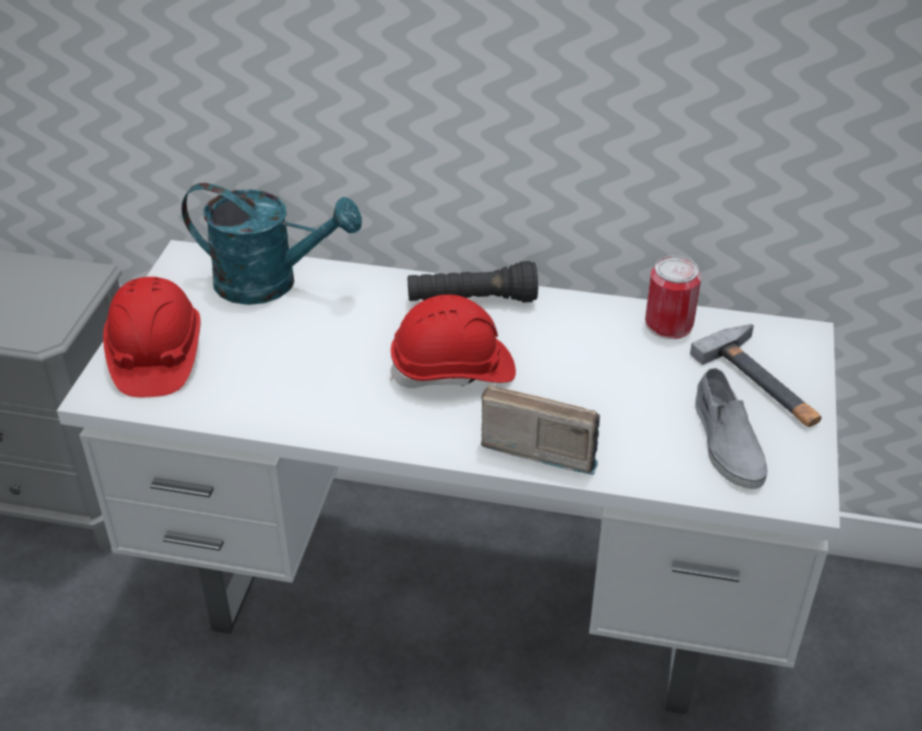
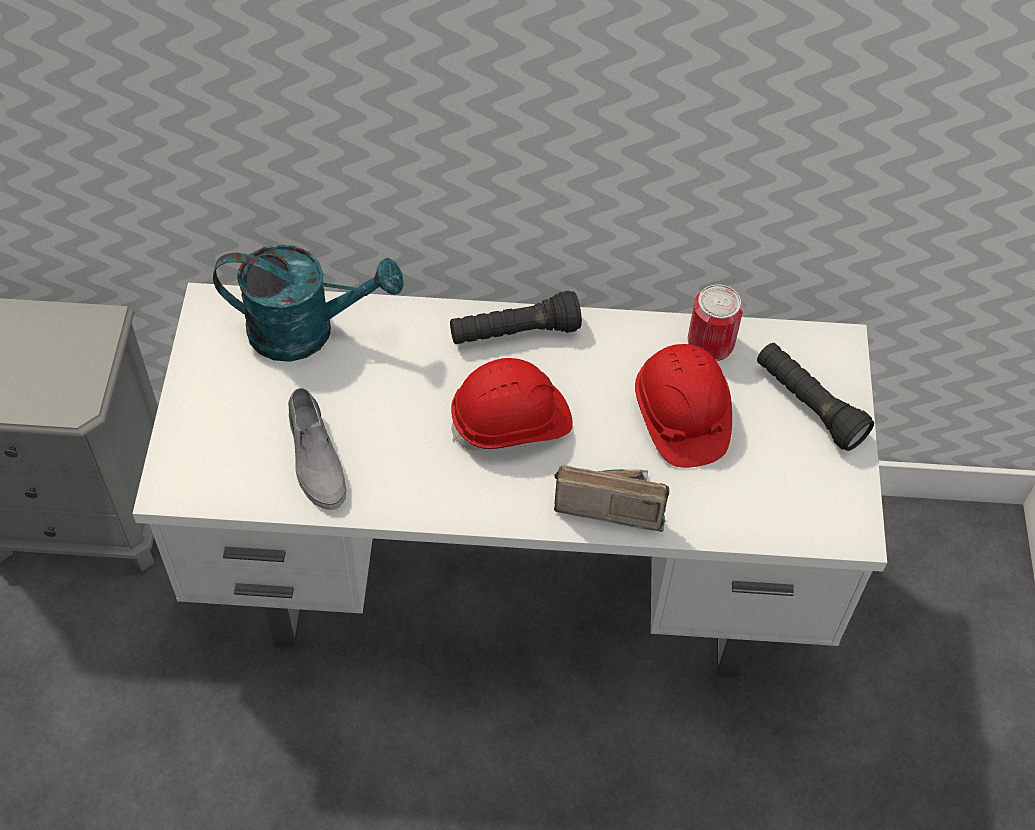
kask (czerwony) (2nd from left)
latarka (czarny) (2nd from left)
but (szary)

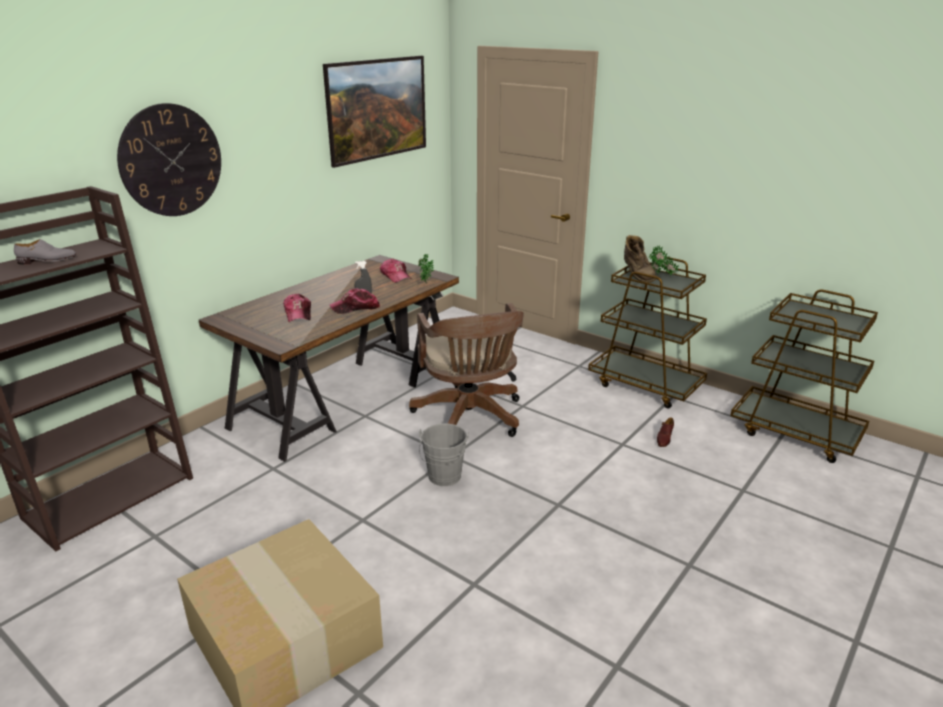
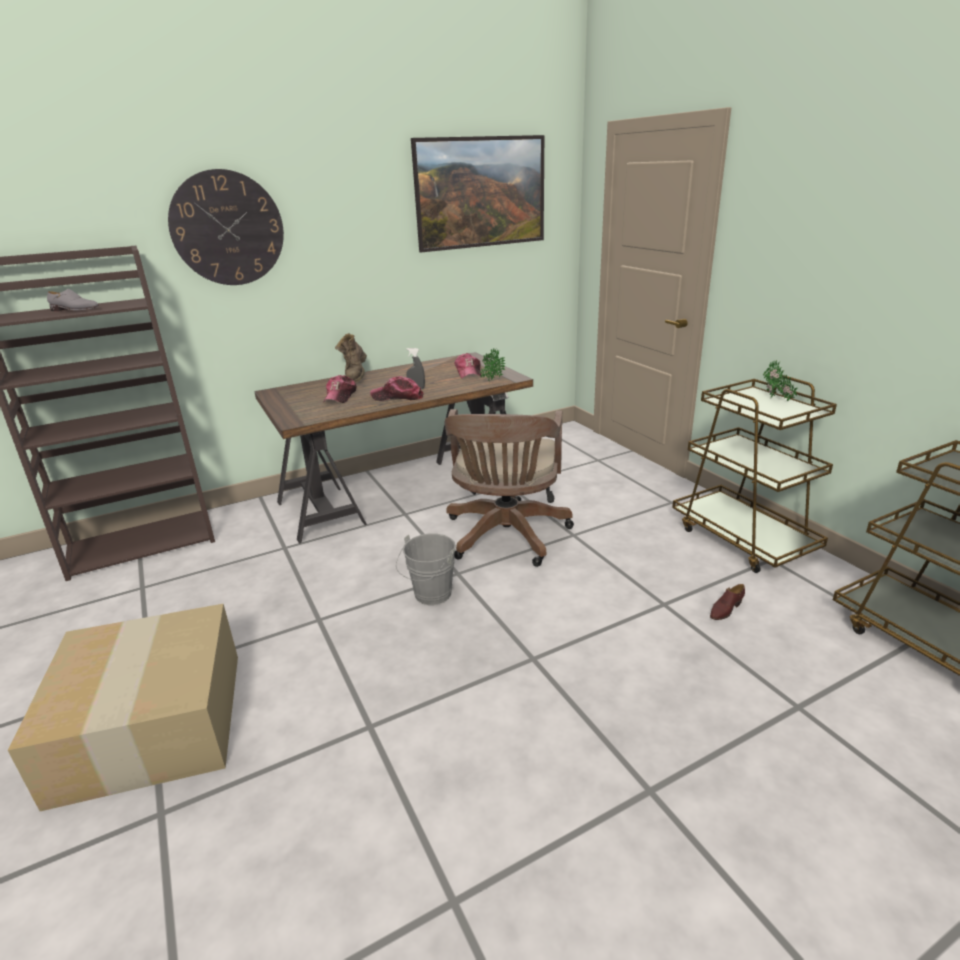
but z cholewką (brązowy)

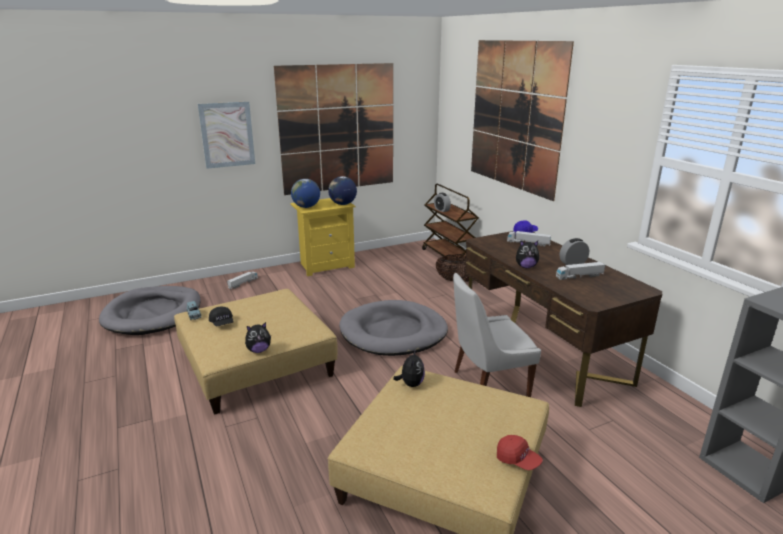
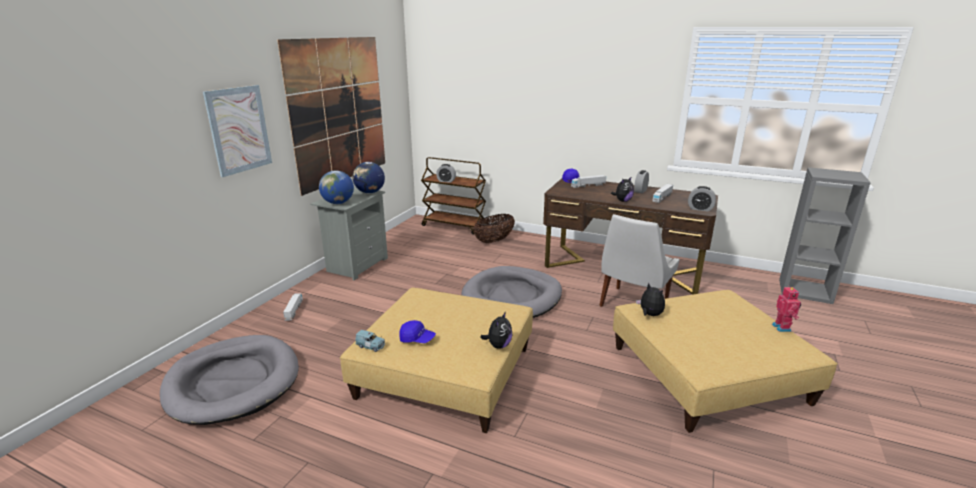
czapka z daszkiem (niebieski) (1st from left)
szafka nocna (szary)
obraz (3rd from left in the first image)
robot zabawkowy
budzik (3rd from left)

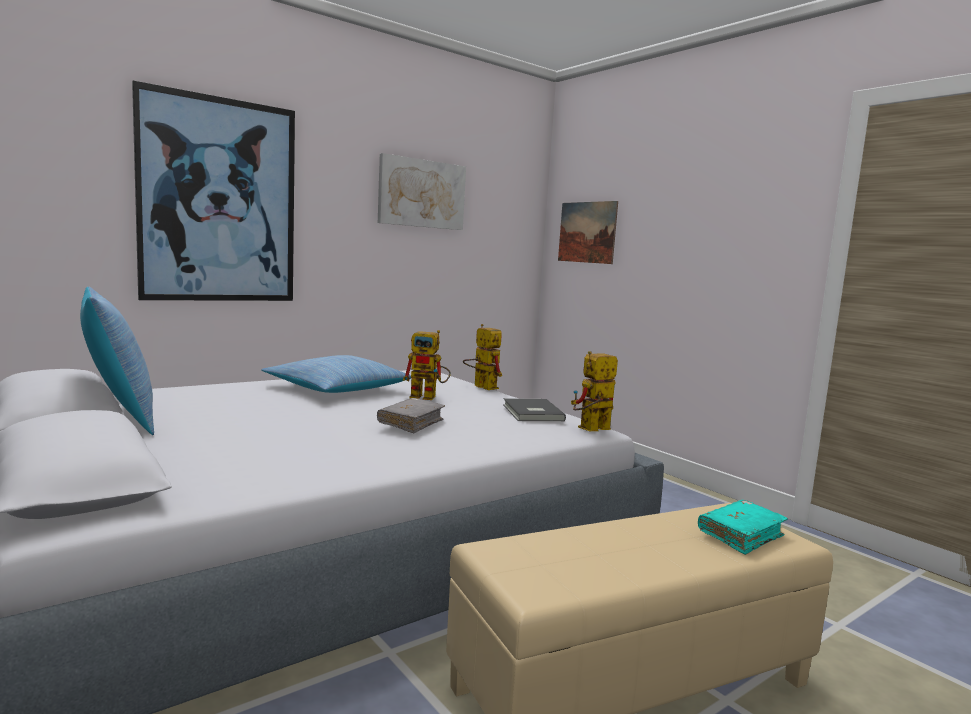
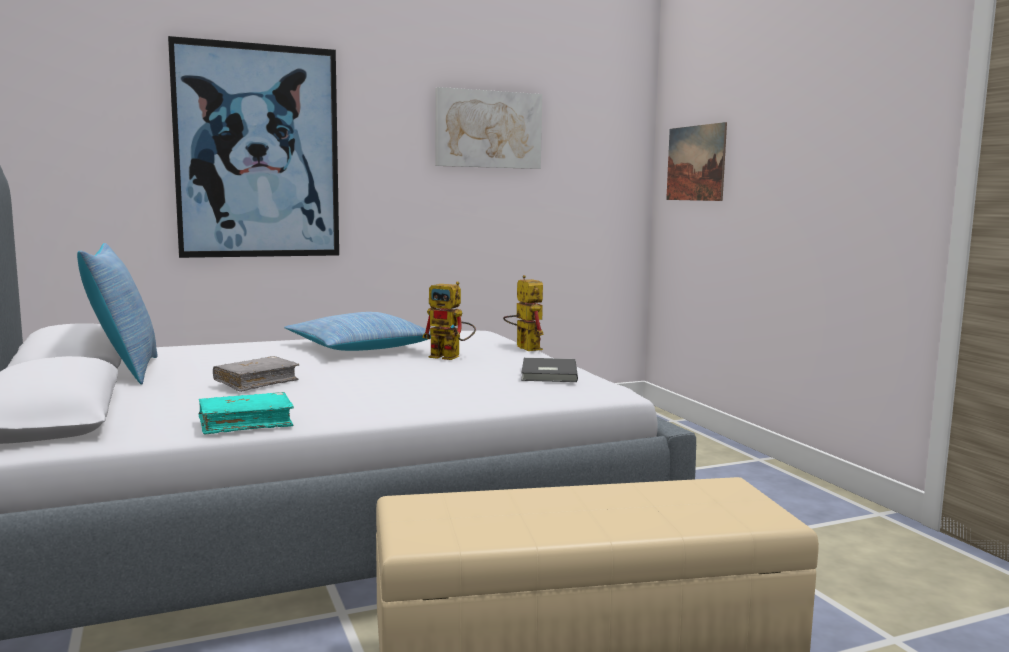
książka (szary) (1st from left)
robot zabawkowy (3rd from left in the first image)
książka (turkusowy)

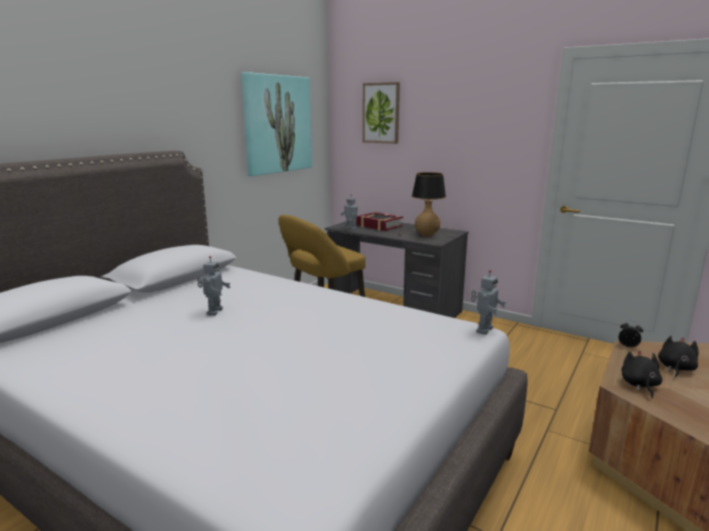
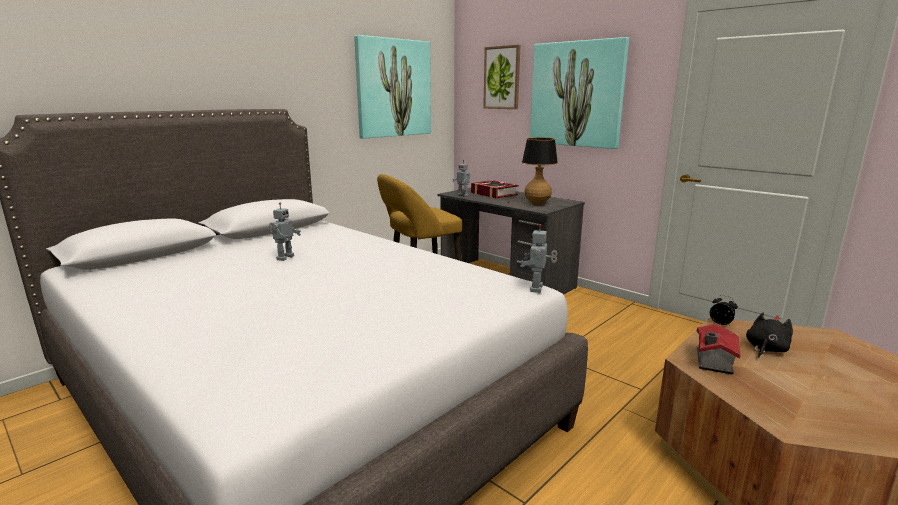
robot zabawkowy (3rd from left)
domek
obraz (3rd from left)

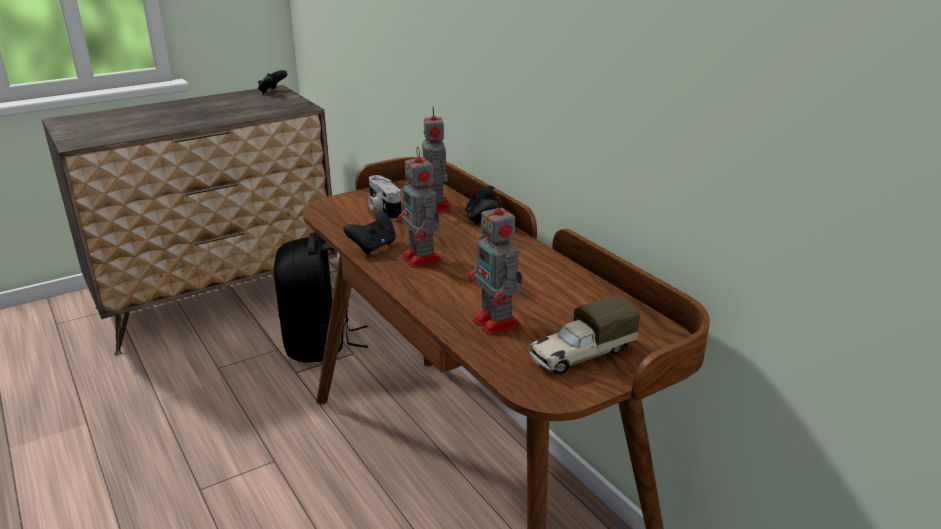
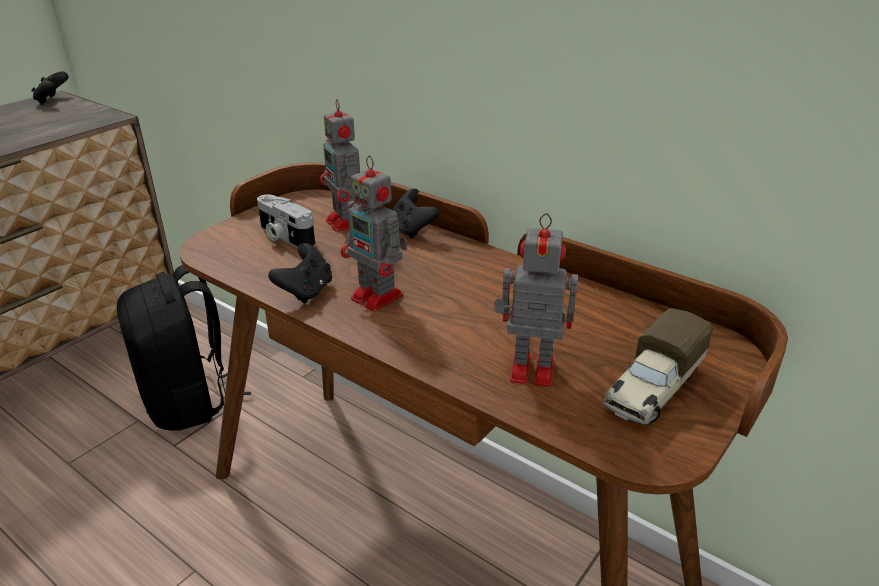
robot zabawkowy (3rd from left)

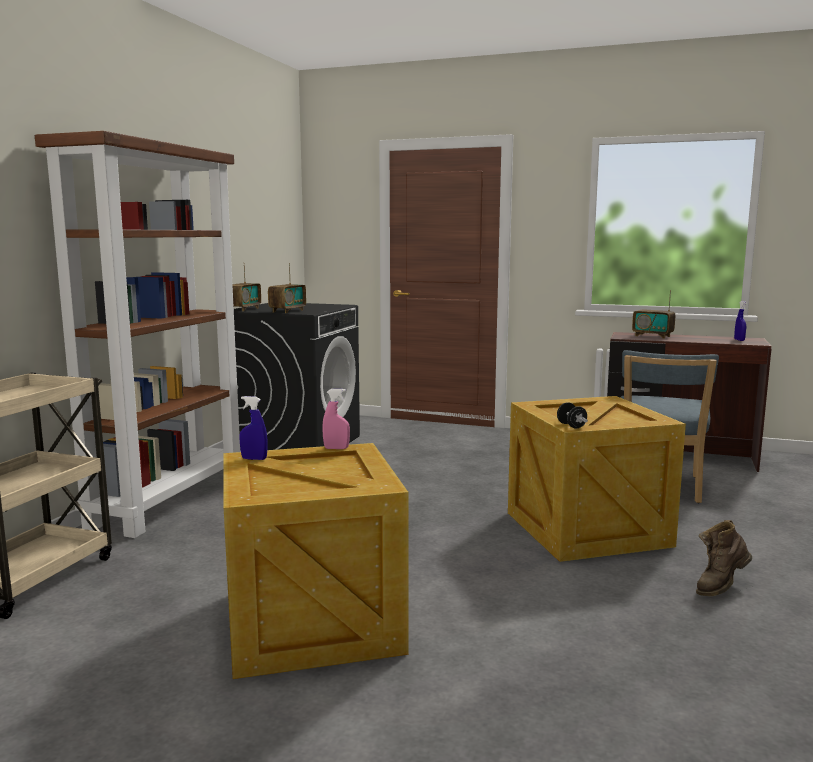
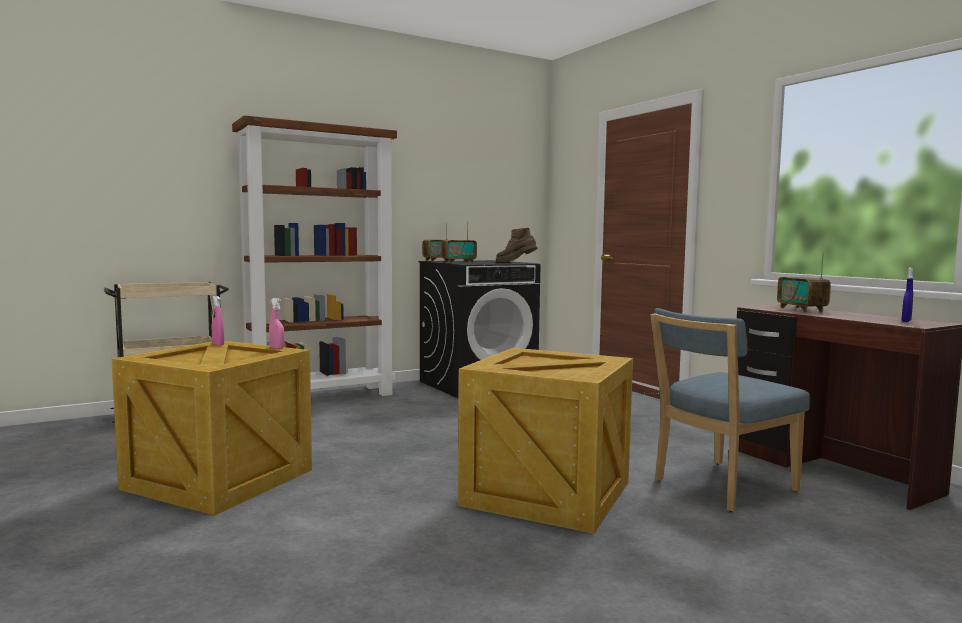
spryskiwacz (różowy) (1st from left)
hantel (czarny)
but z cholewką (brązowy)

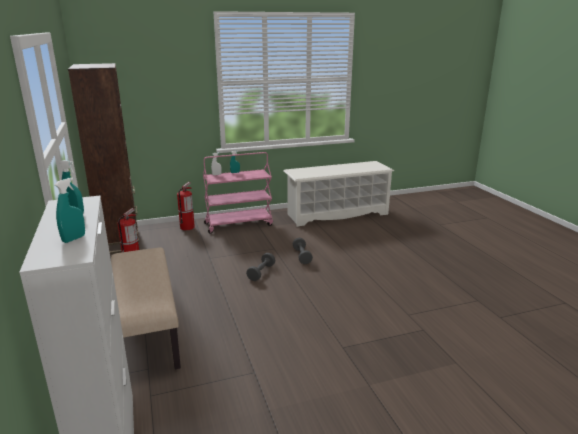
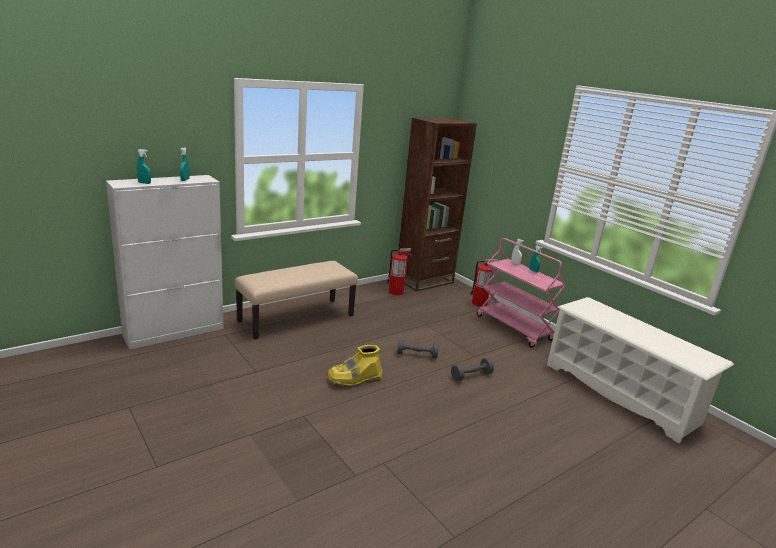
but z cholewką (żółty)

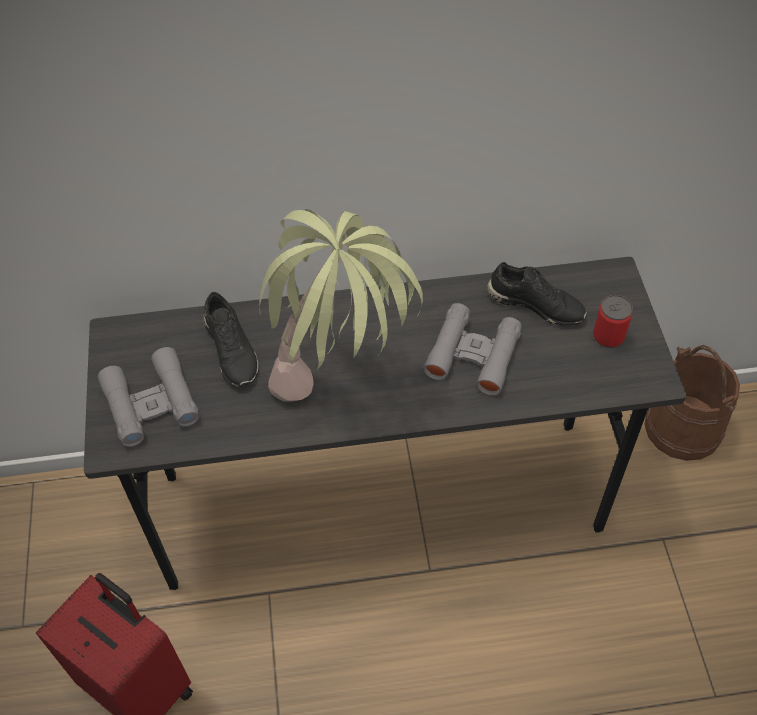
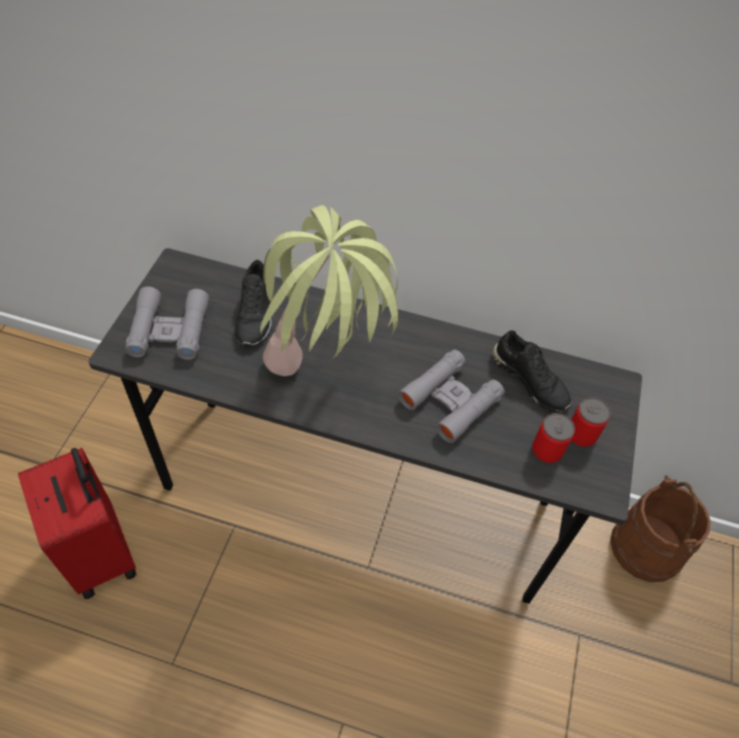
puszka (1st from left)

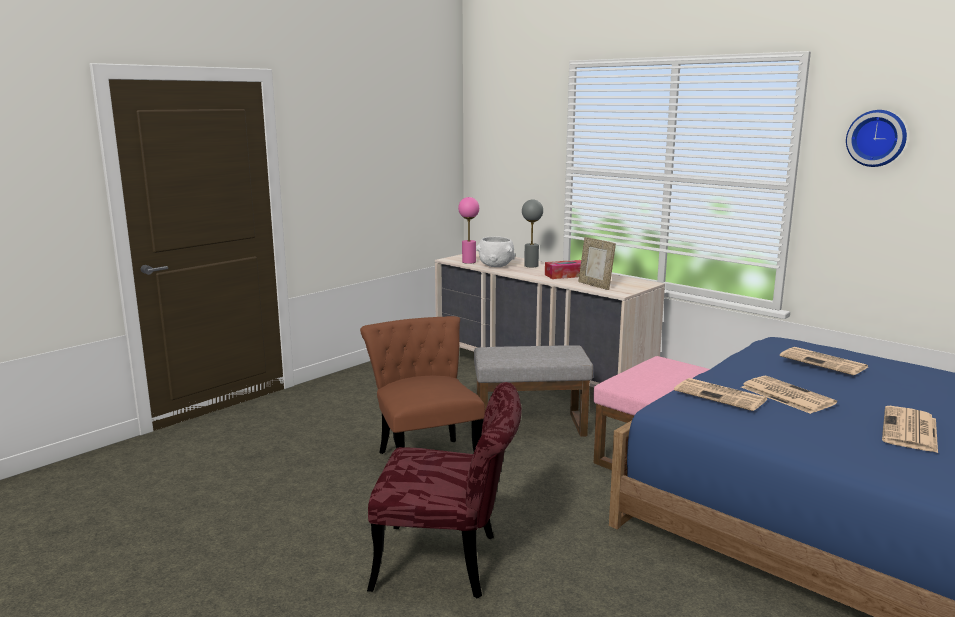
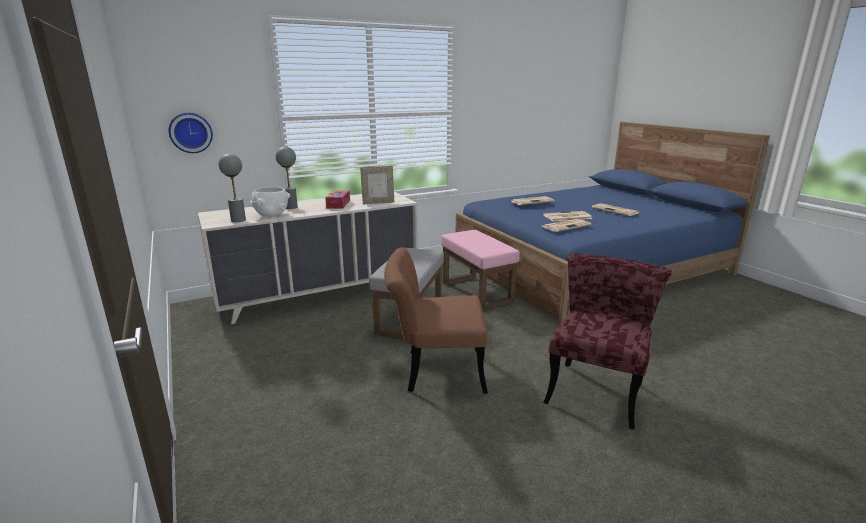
lampa stołowa (szary) (1st from left)
zegar ścienny

